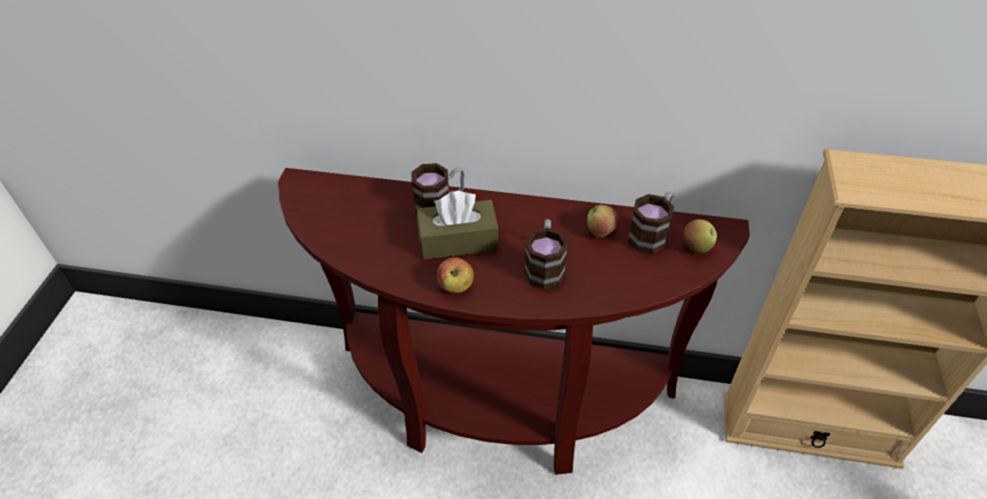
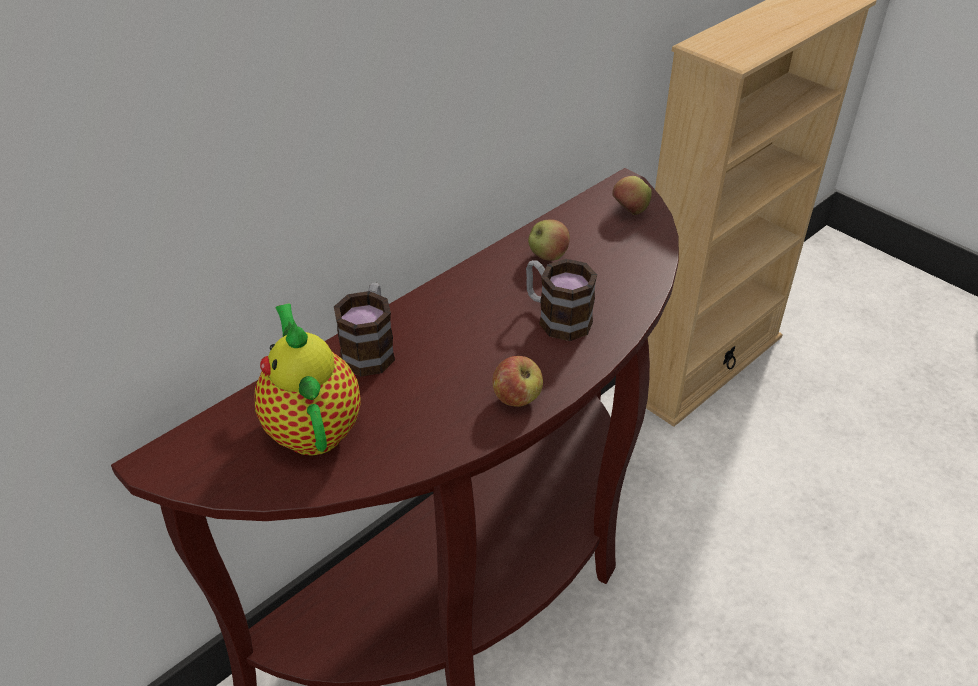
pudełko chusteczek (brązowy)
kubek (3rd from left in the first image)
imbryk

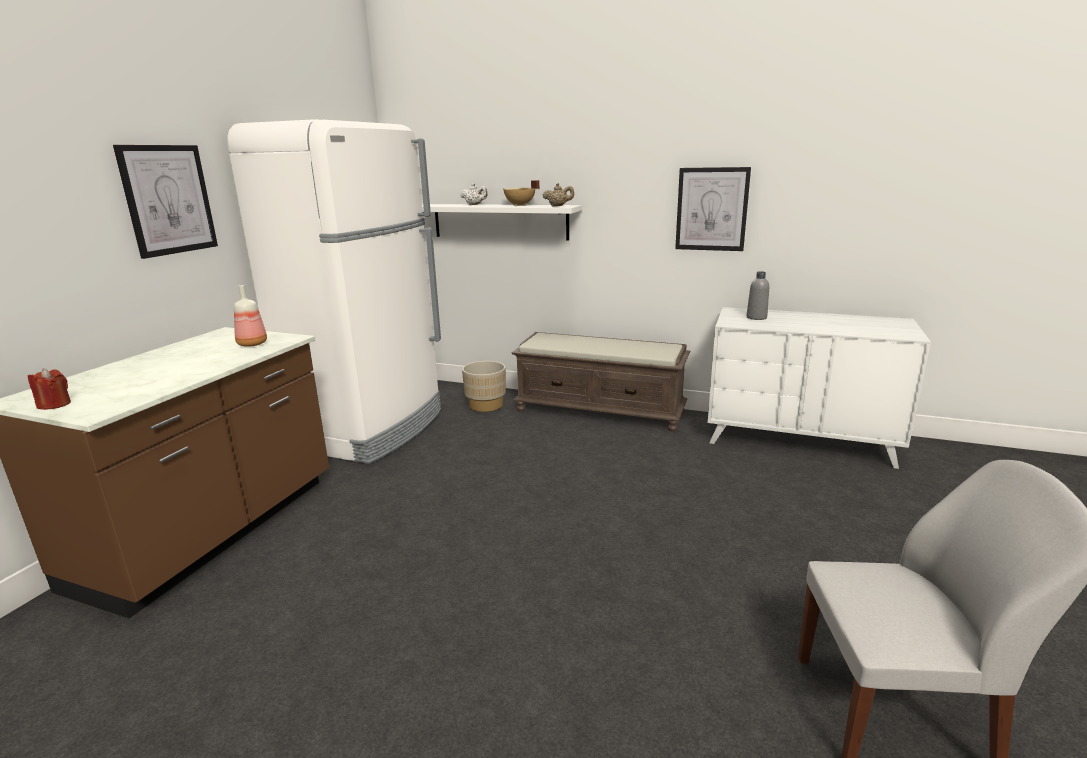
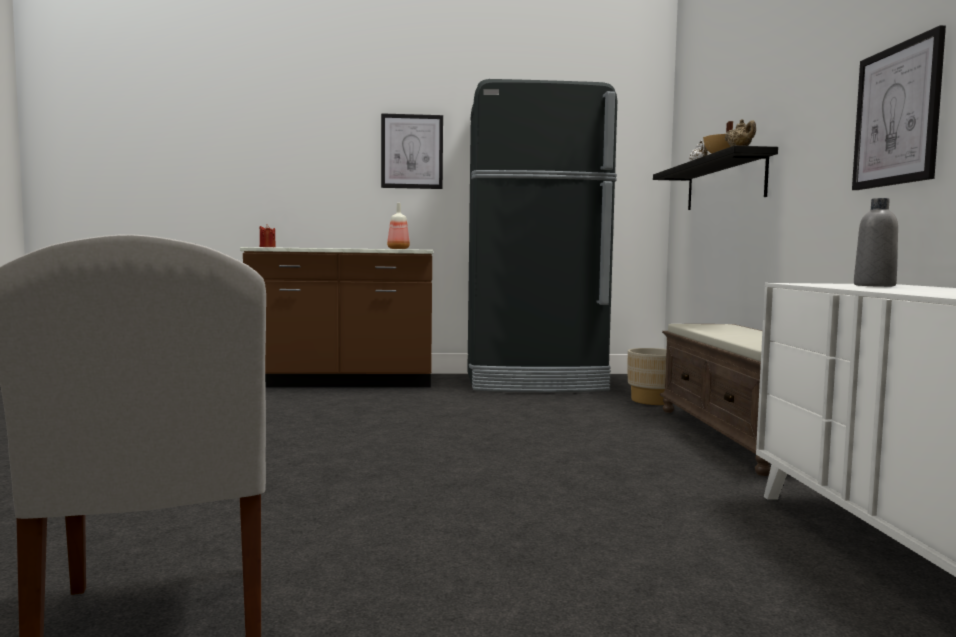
lodówka (czarny)
półka (czarny)

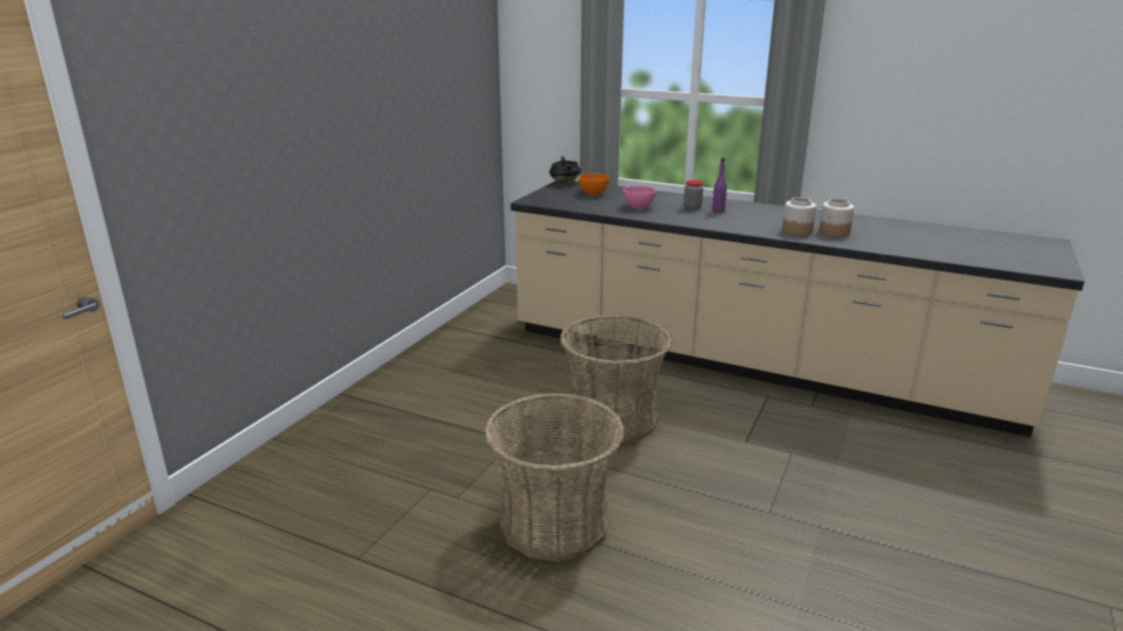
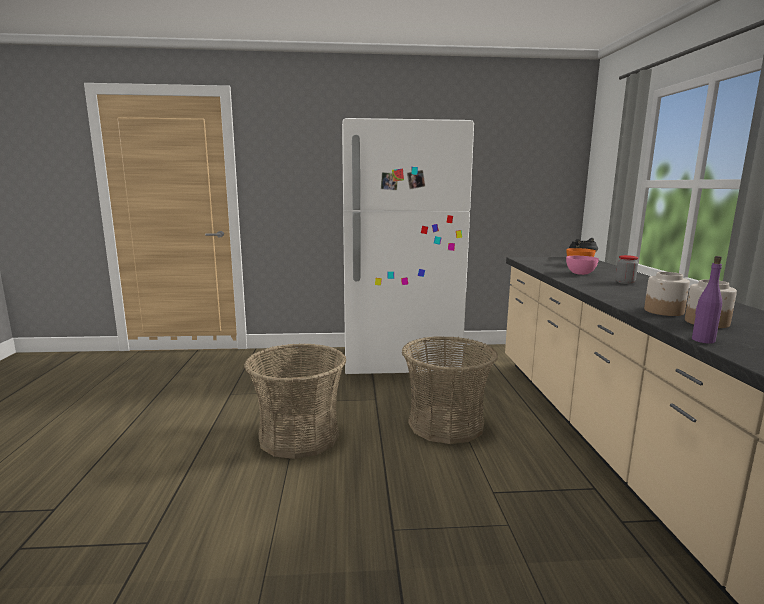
butelka (fioletowy)
lodówka (biały)

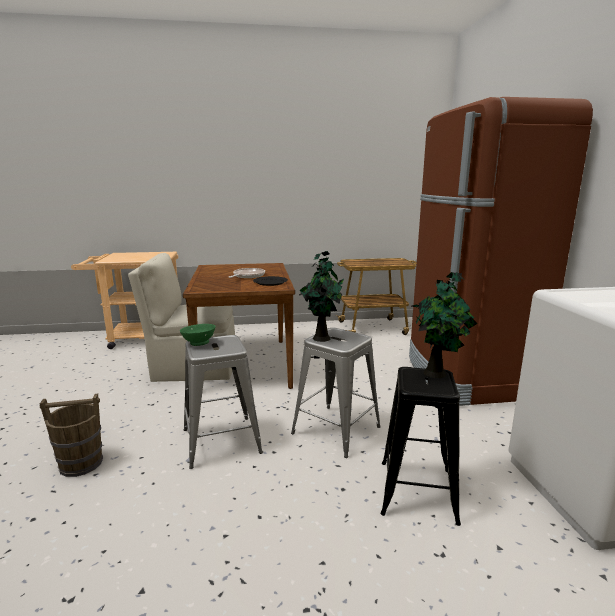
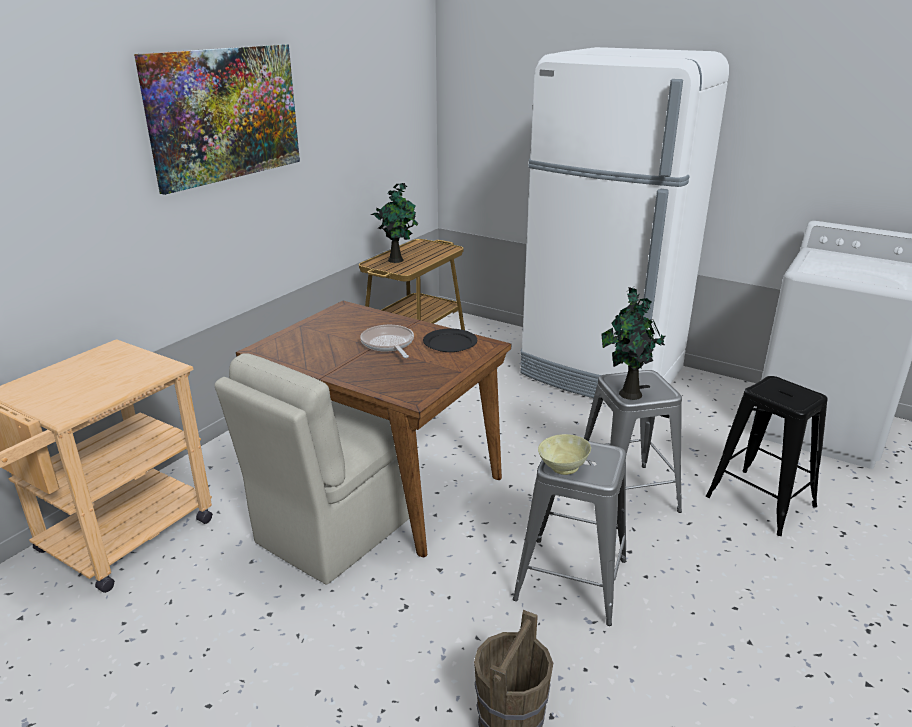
miska (beżowy)
lodówka (biały)
roślina doniczkowa (1st from left)
obraz

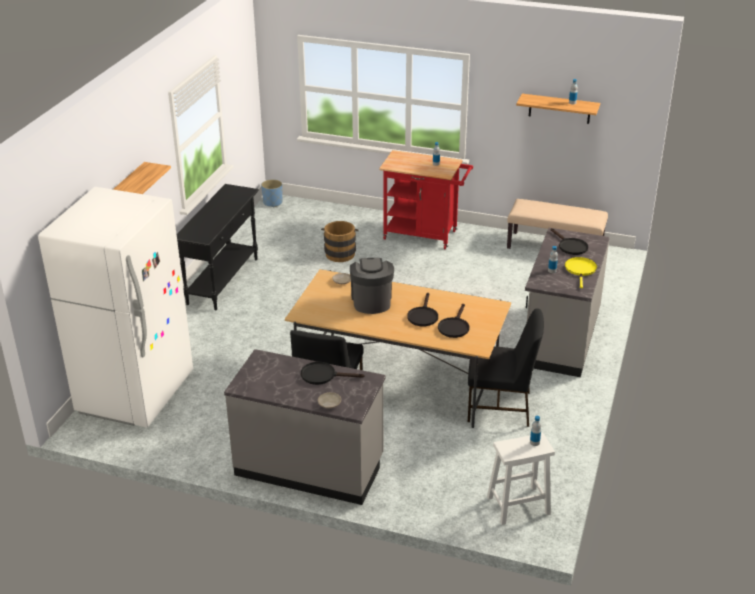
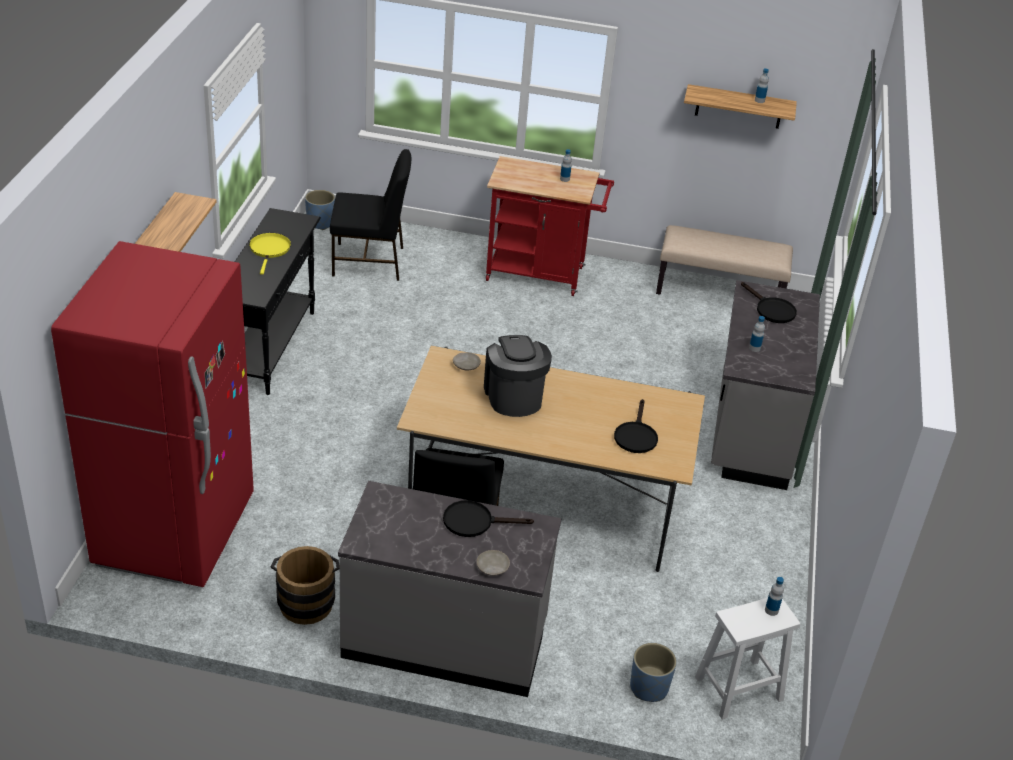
lodówka (czerwony)
wiadro (brązowy)
patelnia (czarny) (2nd from left in the first image)
krzesło (czarny) (1st from left)
patelnia (żółty)
donica (niebieski) (2nd from left)

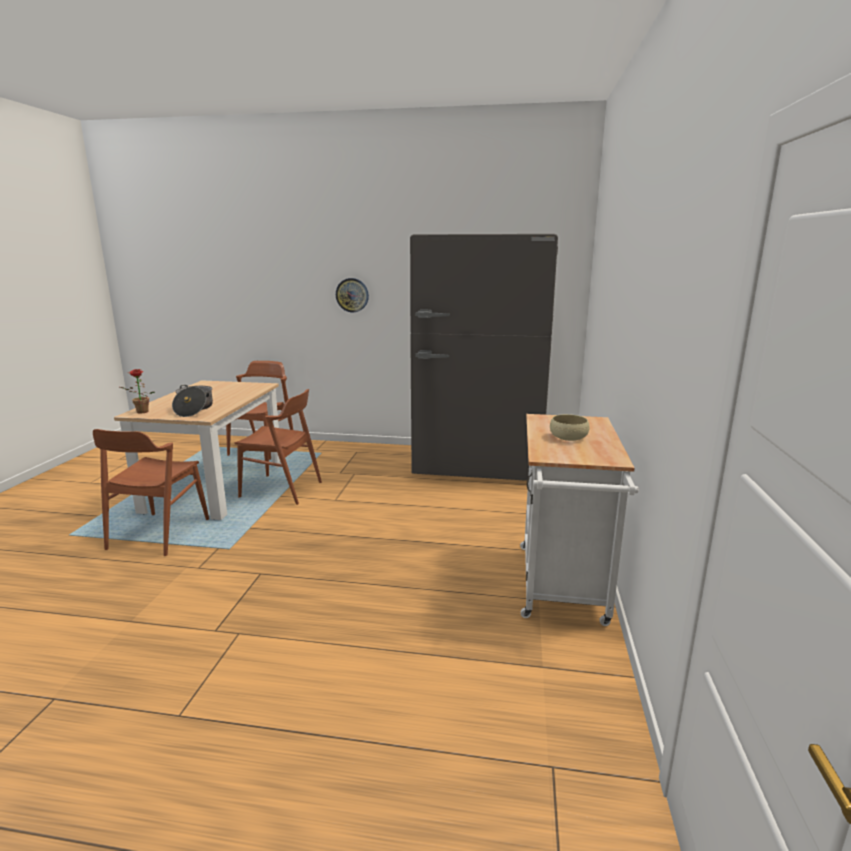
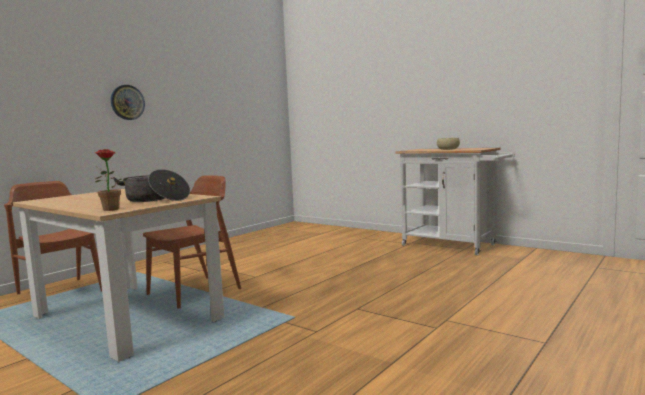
krzesło (brązowy) (1st from left in the first image)
lodówka (szary)

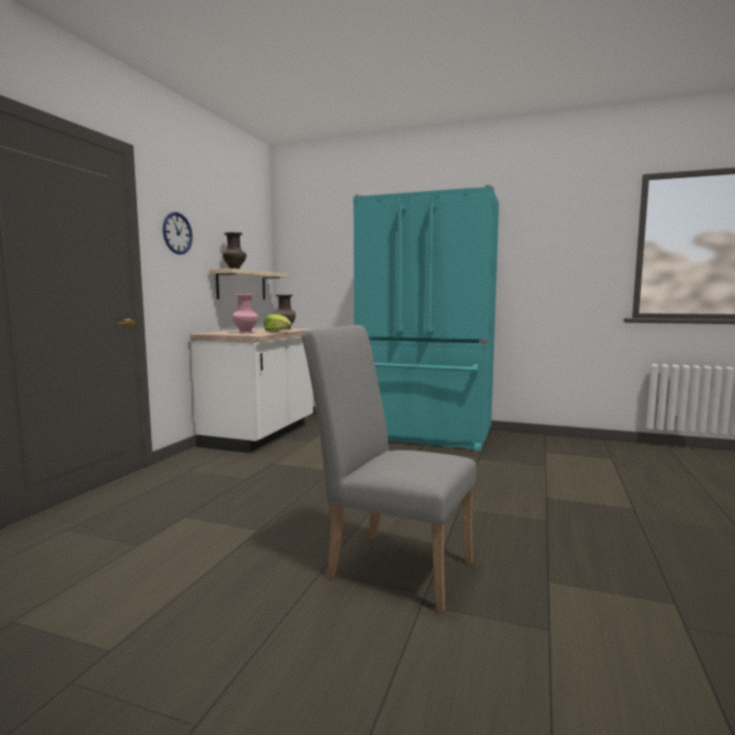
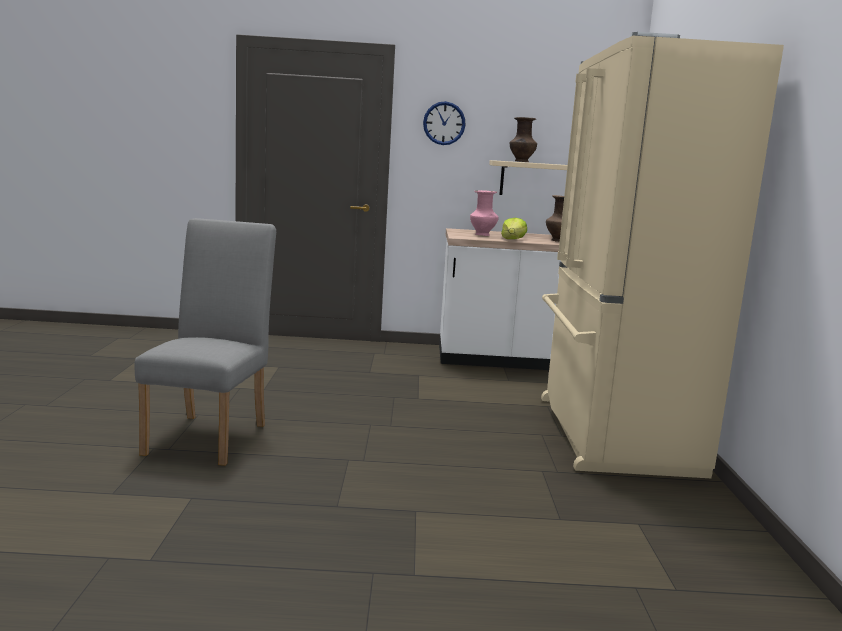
lodówka (beżowy)

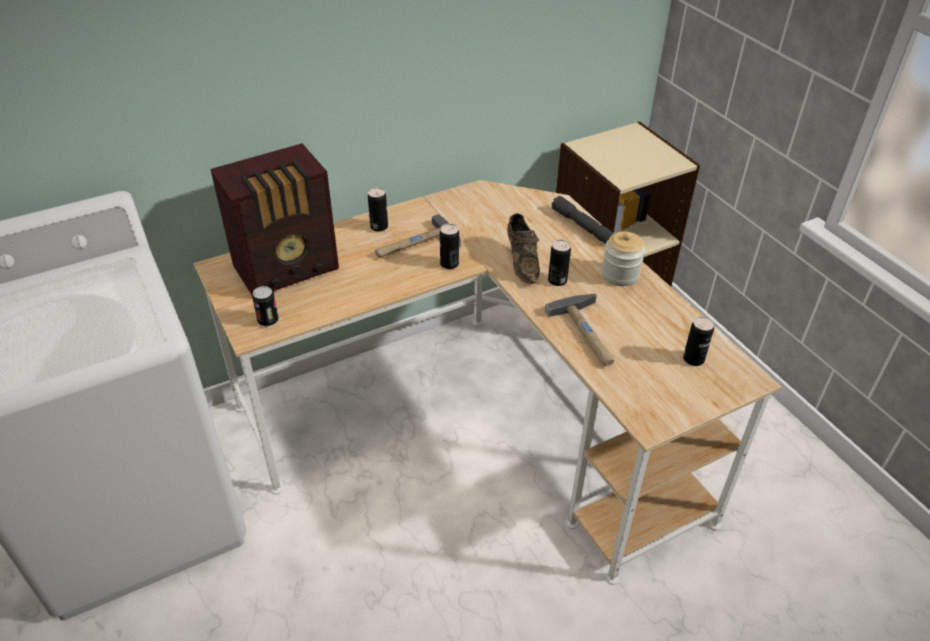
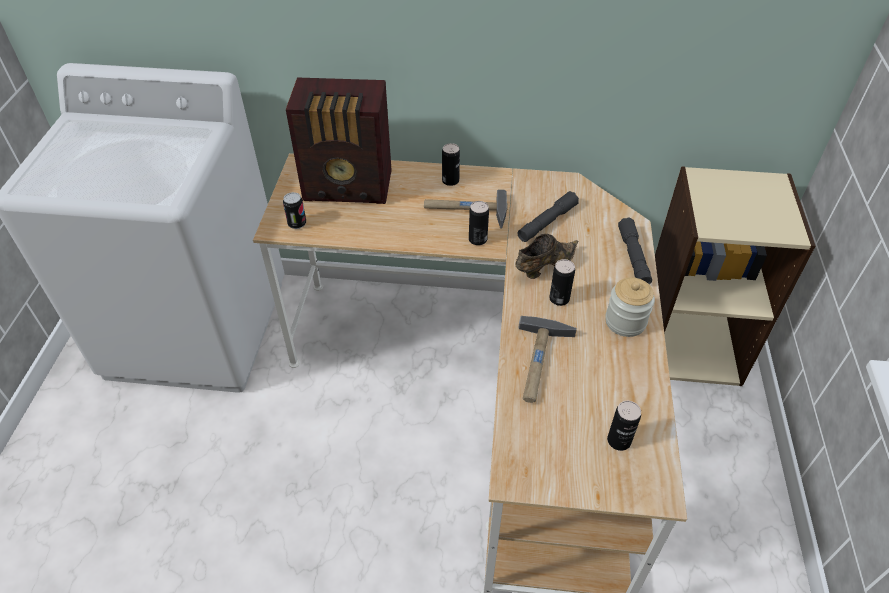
but (brązowy)
latarka (szary) (1st from left)

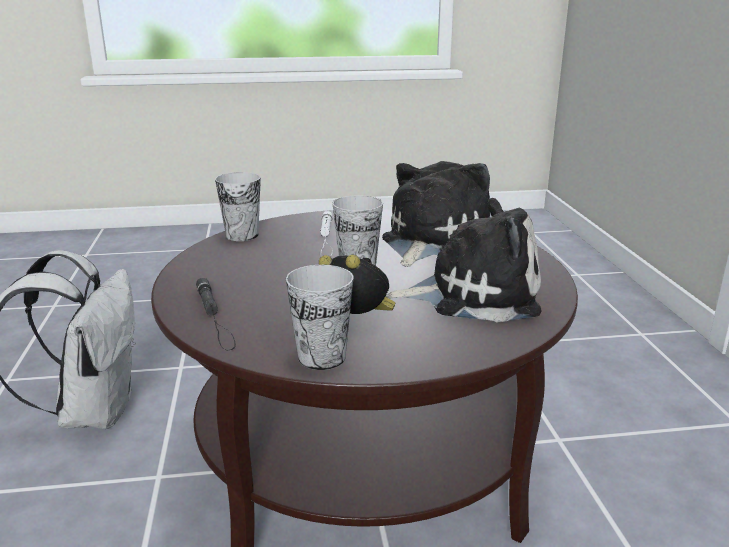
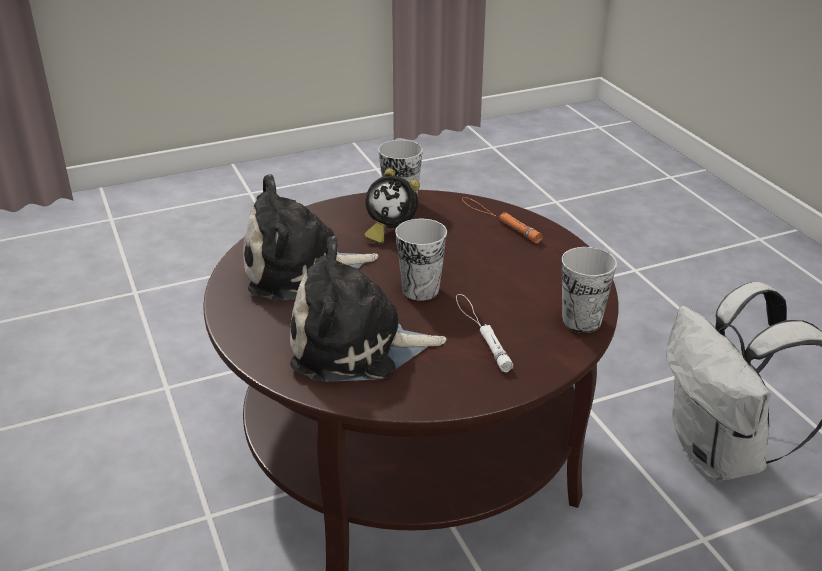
latarka (pomarańczowy)
pluszak (2nd from left)

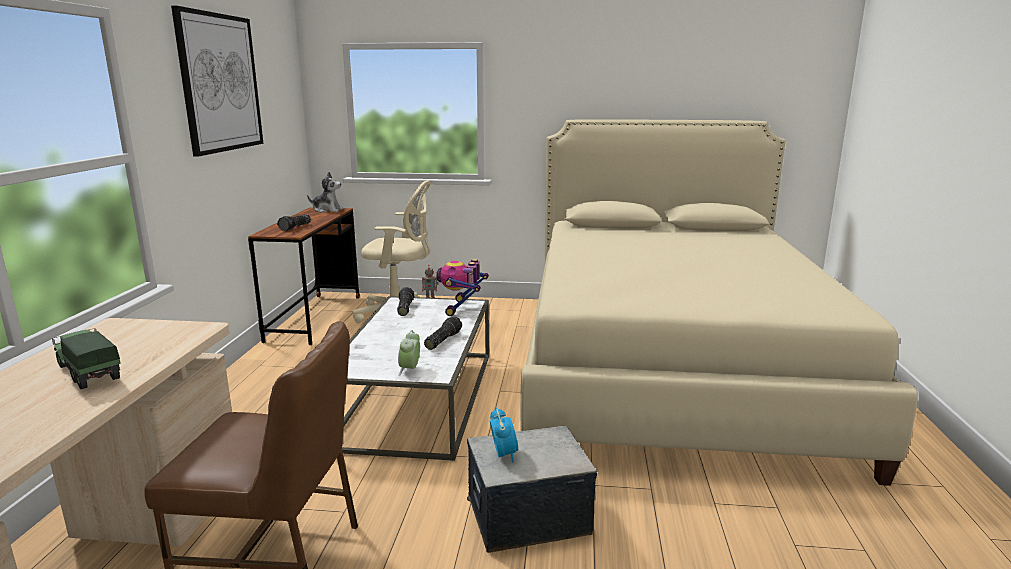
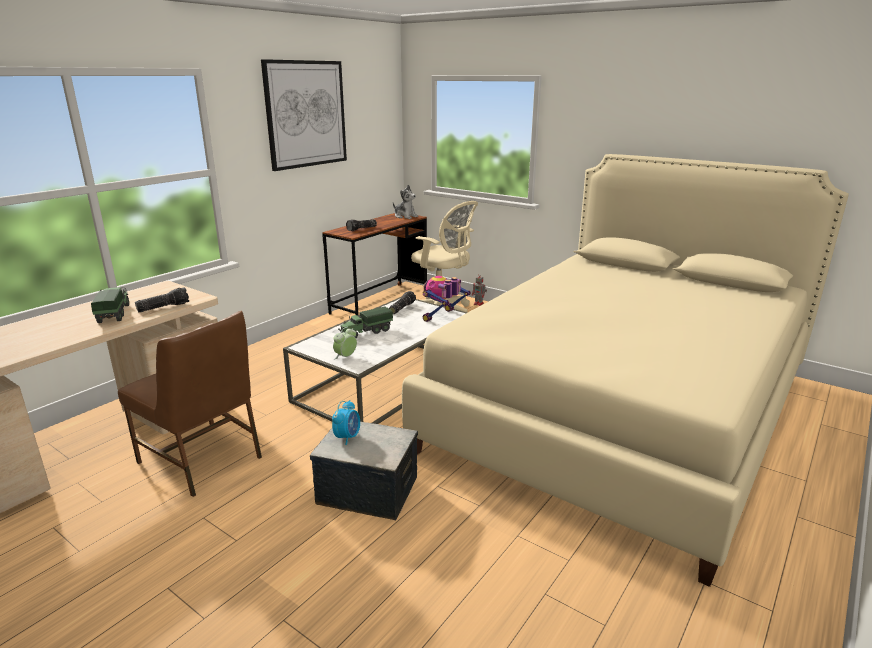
latarka (1st from left)
ciężarówka zabawkowa (2nd from left)

